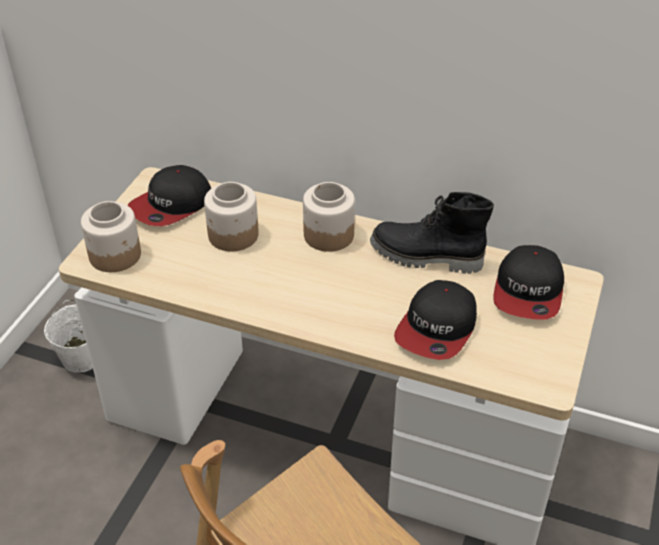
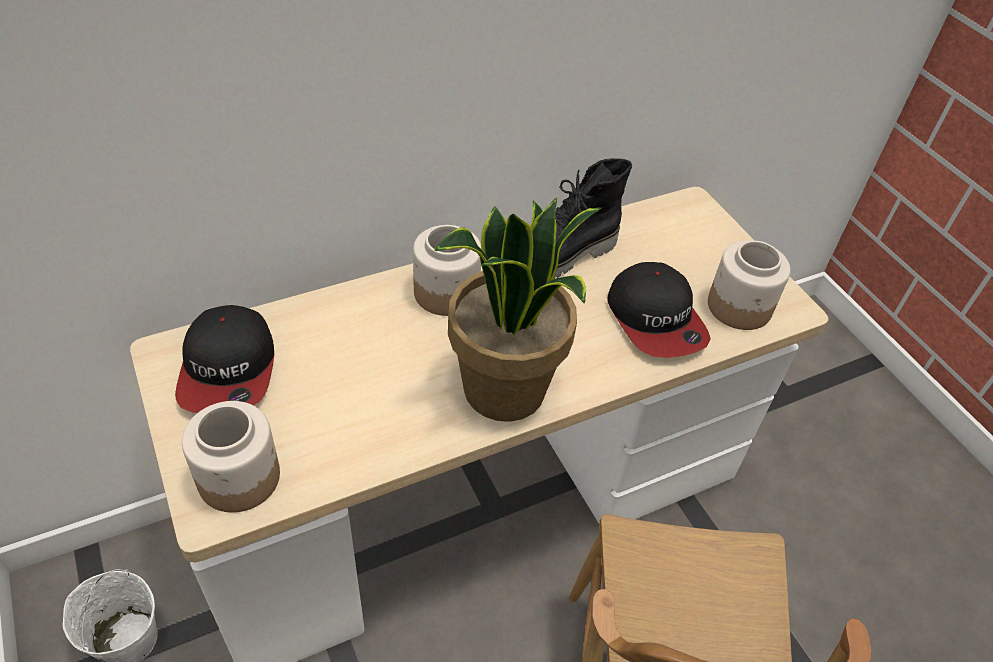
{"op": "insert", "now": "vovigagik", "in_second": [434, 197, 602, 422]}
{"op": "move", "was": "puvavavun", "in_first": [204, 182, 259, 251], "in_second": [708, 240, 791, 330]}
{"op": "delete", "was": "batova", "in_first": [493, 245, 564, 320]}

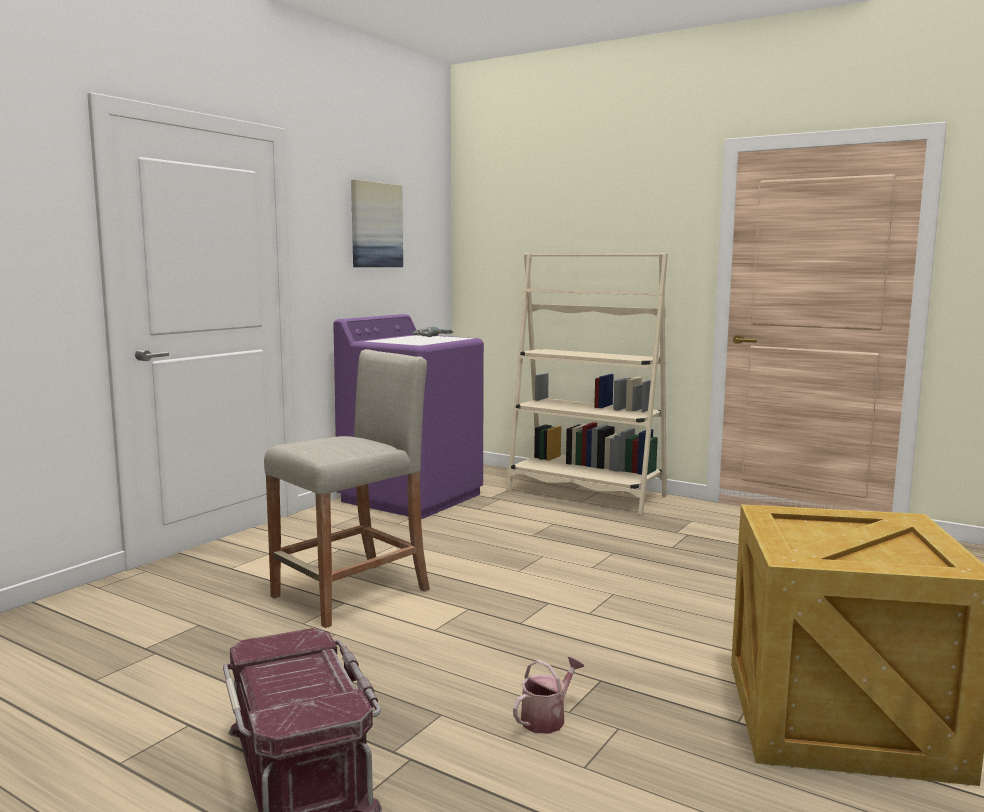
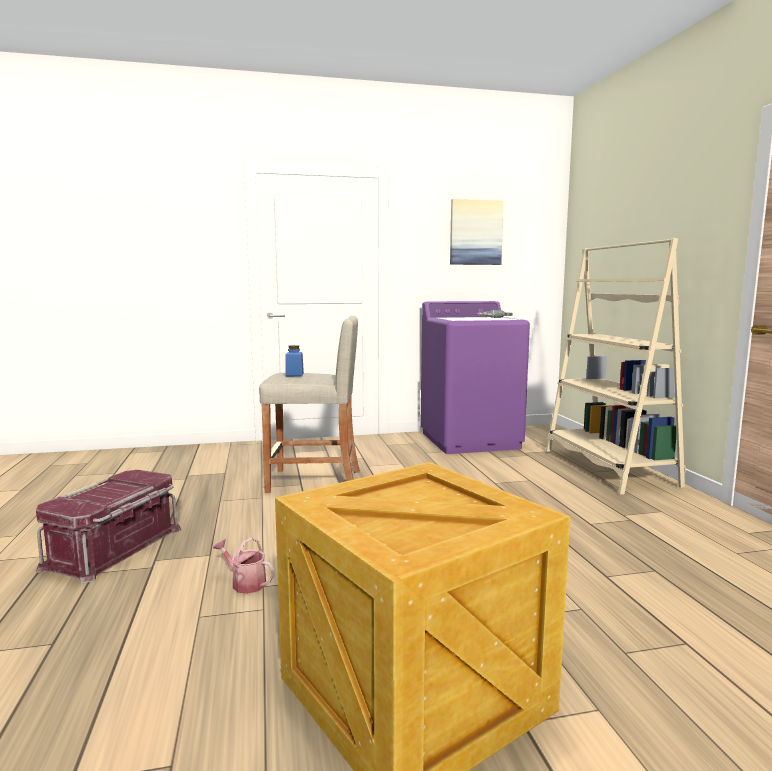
{"op": "rotate", "was": "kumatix", "in_first": [513, 656, 584, 734], "in_second": [213, 537, 274, 594], "clockwise": -150}
{"op": "insert", "now": "blue_puvavavun", "in_second": [285, 345, 304, 376]}

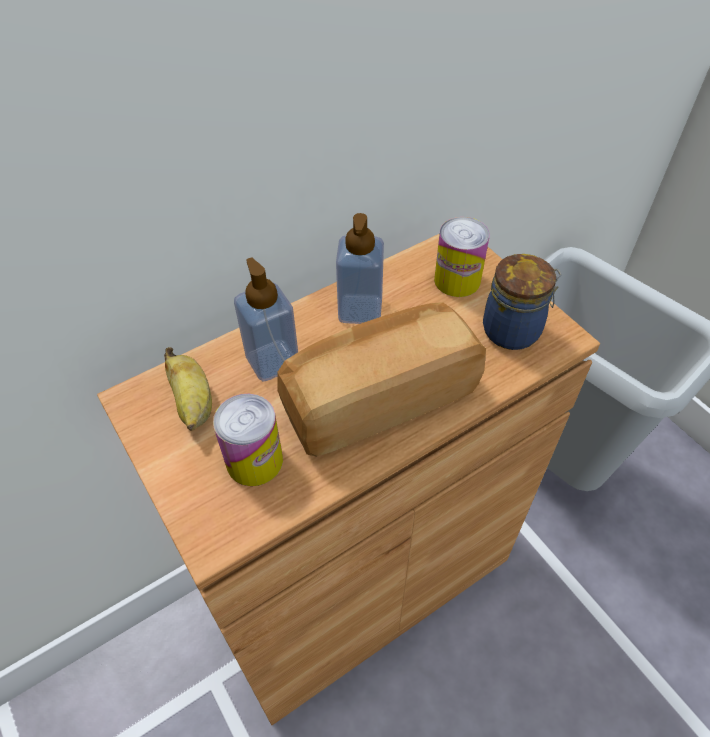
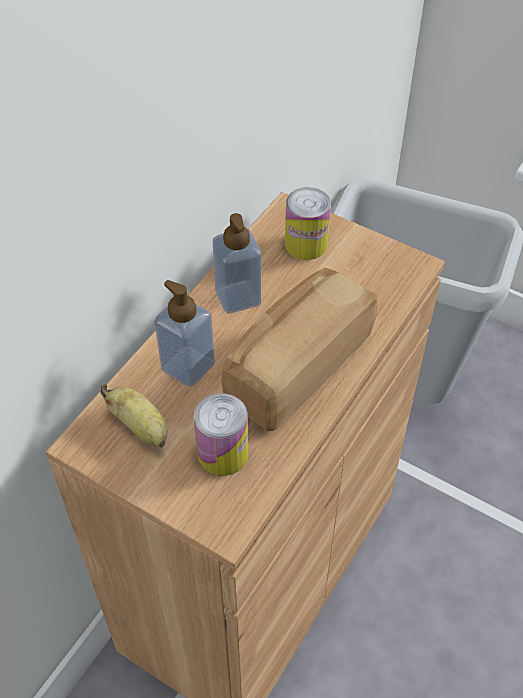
{"op": "delete", "was": "puvavavun", "in_first": [483, 254, 562, 350]}

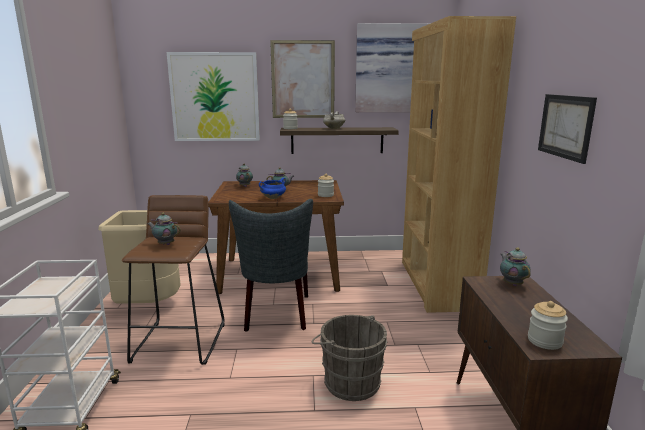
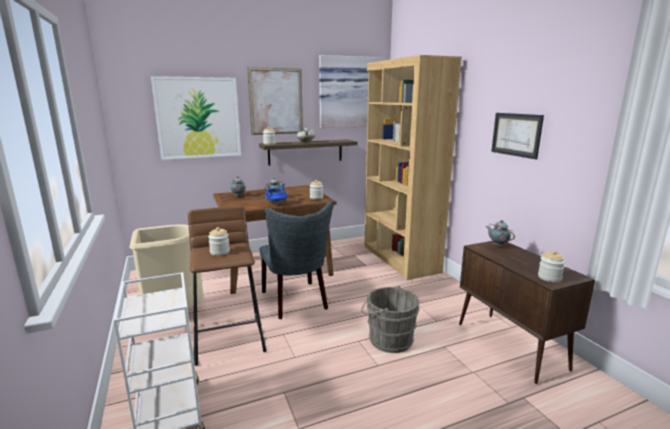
{"op": "replace", "was": "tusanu", "now": "puvavavun", "in_first": [147, 213, 181, 245], "in_second": [208, 227, 230, 256]}

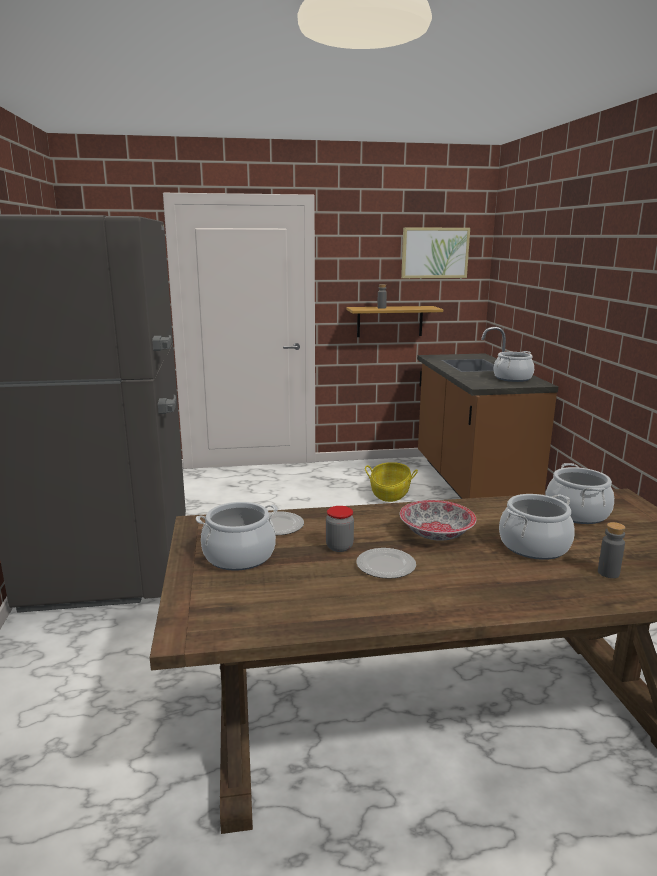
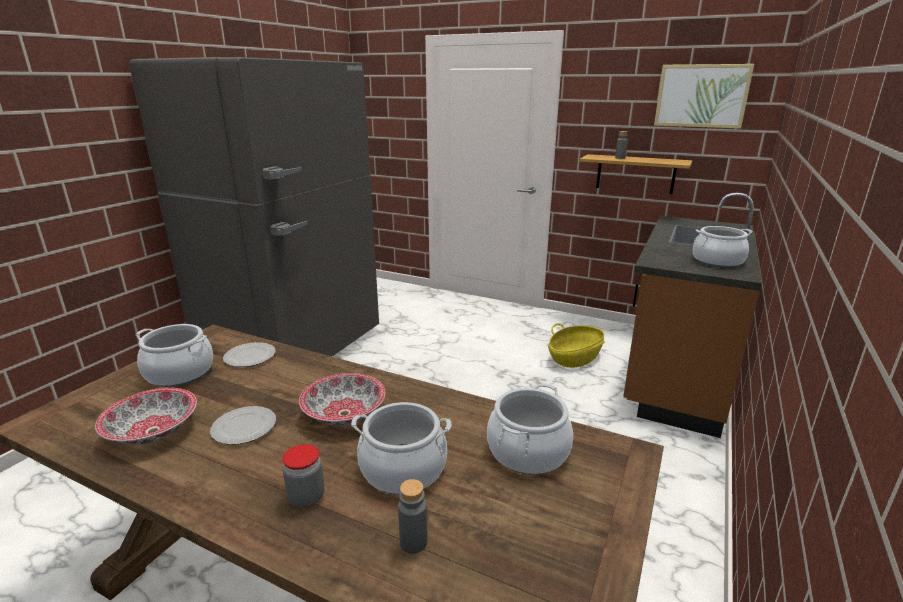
{"op": "insert", "now": "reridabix", "in_second": [95, 388, 197, 445]}
{"op": "move", "was": "puvavavun", "in_first": [326, 506, 354, 552], "in_second": [282, 444, 324, 507]}

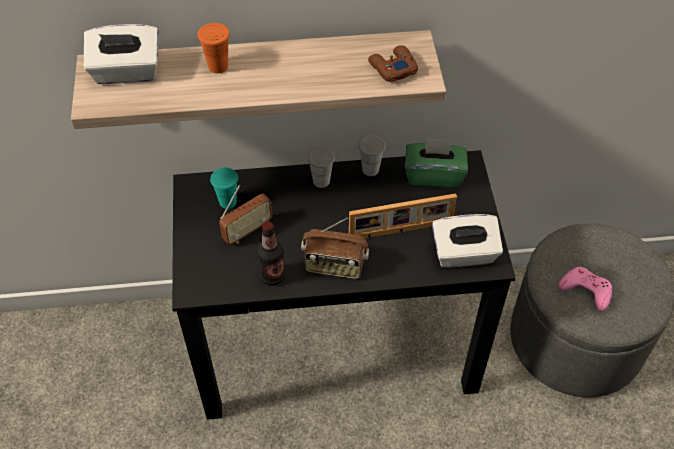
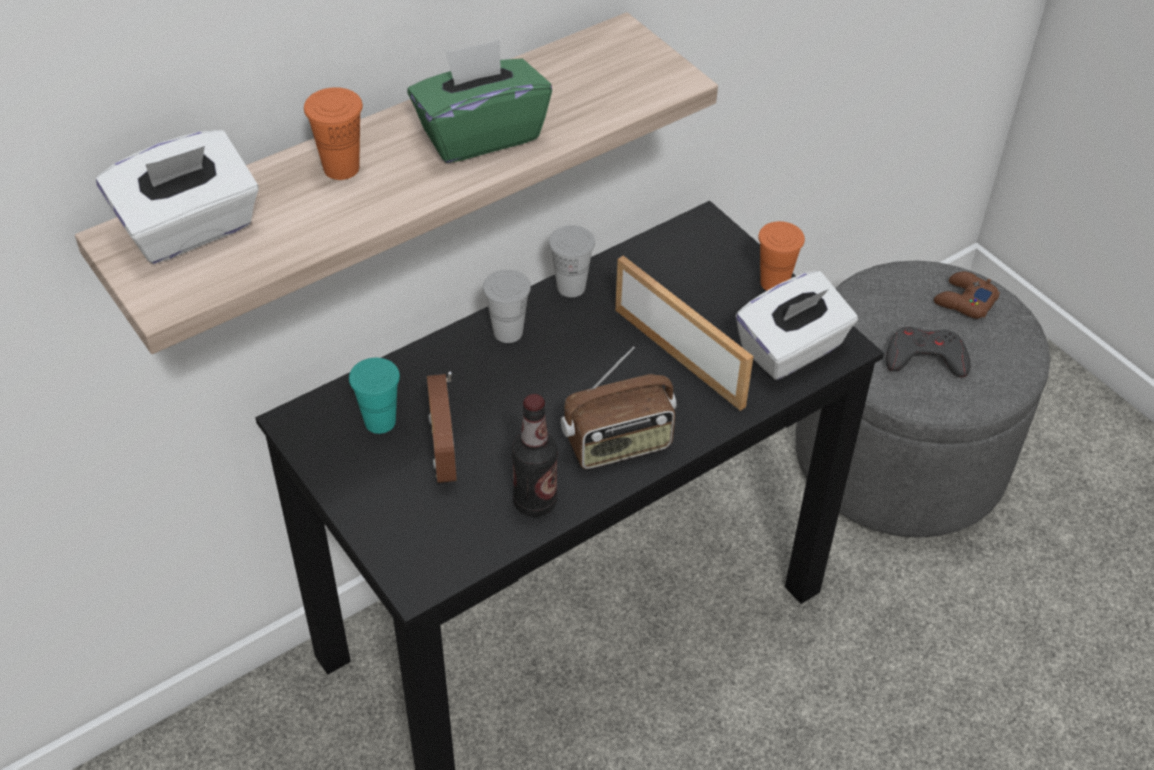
{"op": "move", "was": "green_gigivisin", "in_first": [405, 137, 468, 188], "in_second": [407, 40, 552, 163]}
{"op": "rotate", "was": "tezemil", "in_first": [219, 185, 272, 245], "in_second": [427, 371, 457, 483], "clockwise": 150}
{"op": "rotate", "was": "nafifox", "in_first": [349, 193, 457, 239], "in_second": [615, 256, 753, 411], "clockwise": -90}
{"op": "insert", "now": "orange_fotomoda", "in_second": [758, 221, 805, 291]}
{"op": "recolor", "was": "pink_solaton", "now": "grey_solaton", "in_first": [558, 267, 612, 311], "in_second": [886, 327, 970, 377]}
{"op": "move", "was": "brown_solaton", "in_first": [368, 45, 418, 82], "in_second": [934, 271, 1000, 319]}

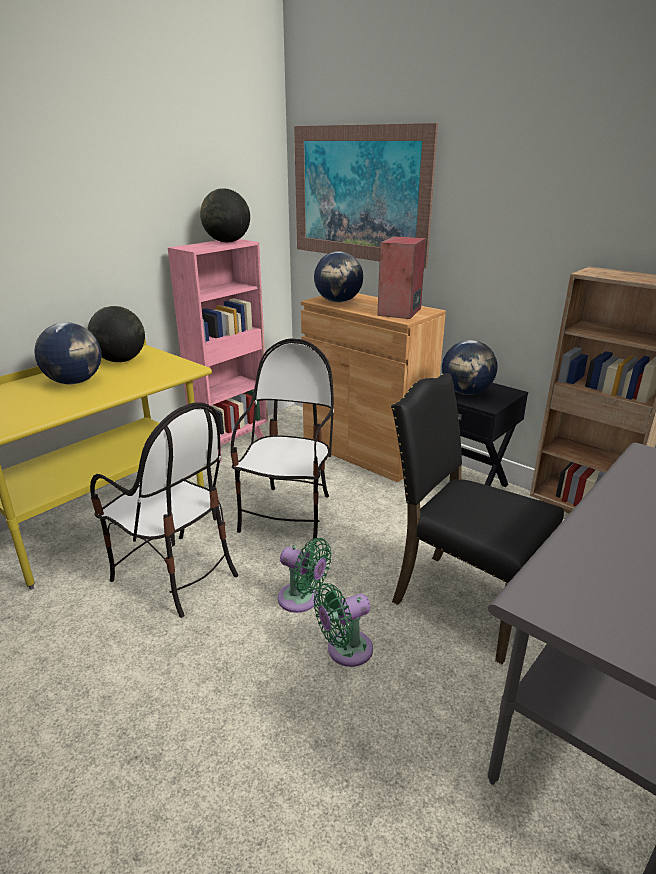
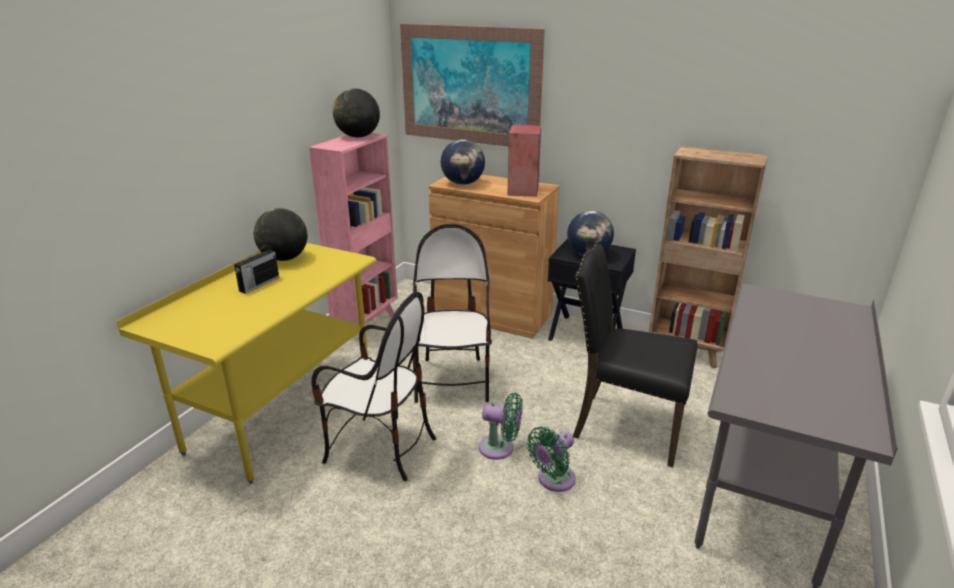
{"op": "replace", "was": "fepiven", "now": "tezemil", "in_first": [34, 322, 102, 385], "in_second": [234, 245, 279, 294]}

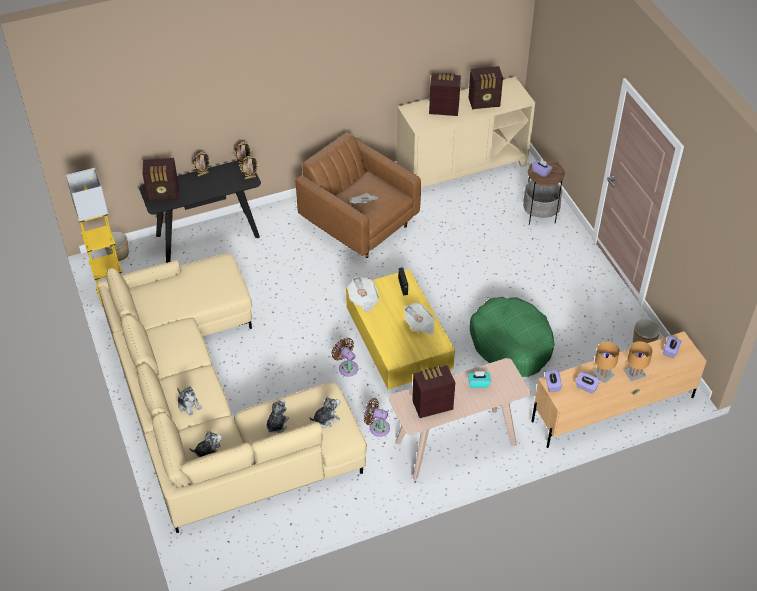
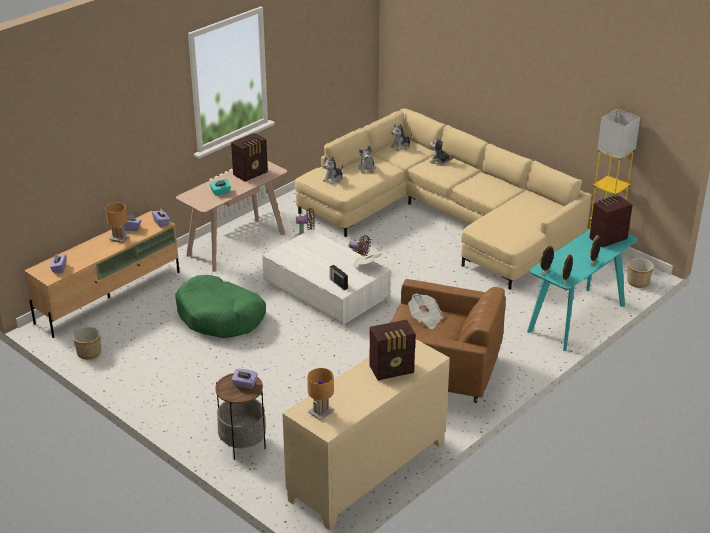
{"op": "recolor", "was": "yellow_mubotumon", "now": "white_mubotumon", "in_first": [346, 269, 455, 389], "in_second": [262, 229, 391, 325]}
{"op": "move", "was": "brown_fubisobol", "in_first": [624, 341, 653, 381], "in_second": [307, 368, 335, 420]}
{"op": "recolor", "was": "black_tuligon", "now": "turquoise_tuligon", "in_first": [139, 161, 261, 263], "in_second": [527, 229, 638, 351]}
{"op": "delete", "was": "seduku", "in_first": [404, 303, 435, 335]}
{"op": "delete", "was": "tezemil", "in_first": [469, 66, 503, 109]}

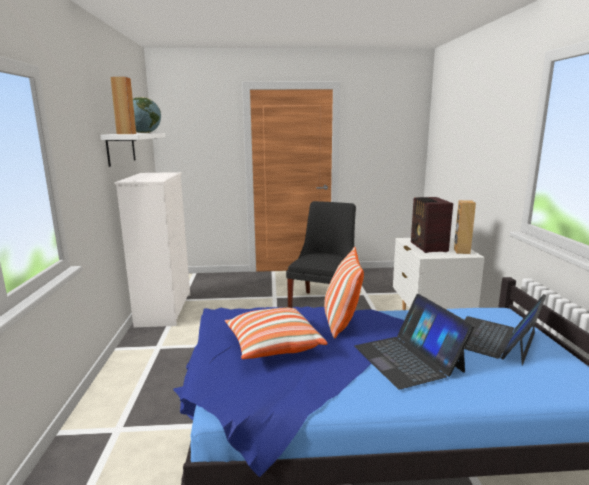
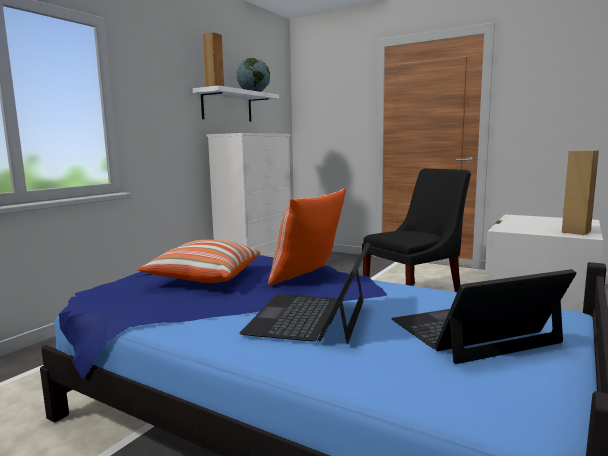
{"op": "delete", "was": "tezemil", "in_first": [411, 197, 453, 253]}

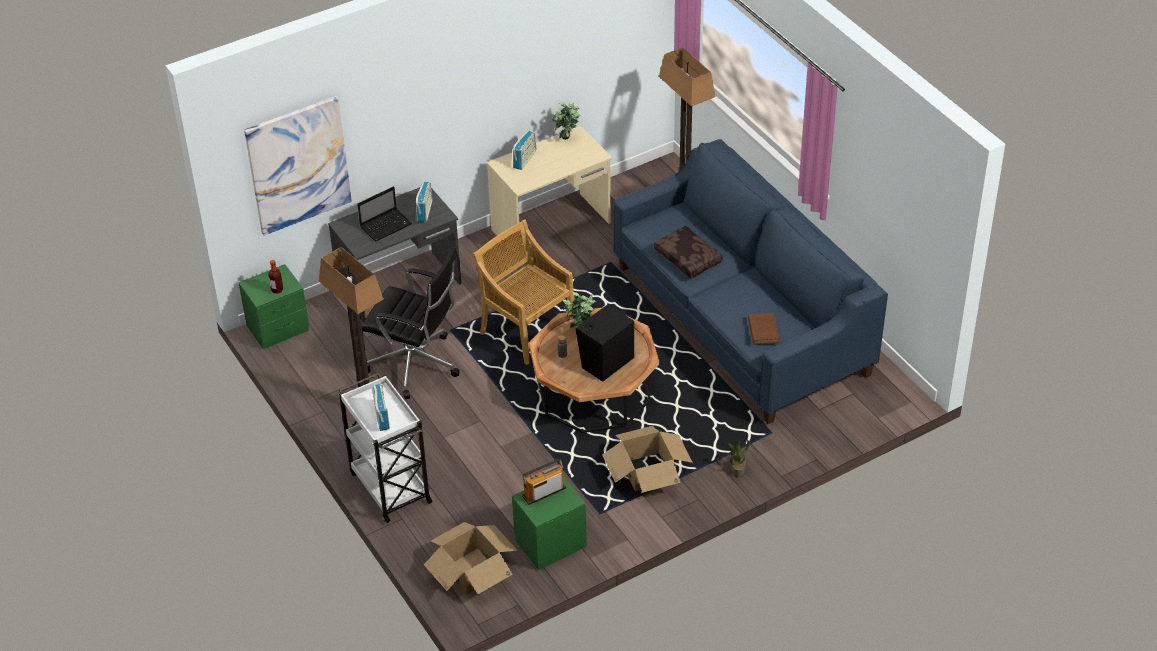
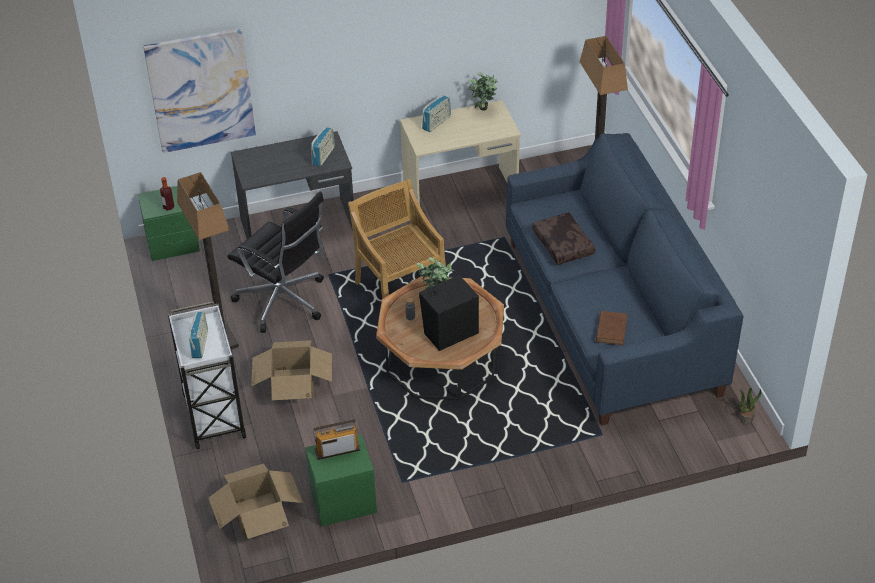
{"op": "move", "was": "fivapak", "in_first": [602, 426, 693, 493], "in_second": [252, 340, 332, 400]}
{"op": "move", "was": "vovigagik", "in_first": [729, 439, 749, 478], "in_second": [738, 388, 761, 425]}
{"op": "delete", "was": "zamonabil", "in_first": [357, 186, 412, 242]}

